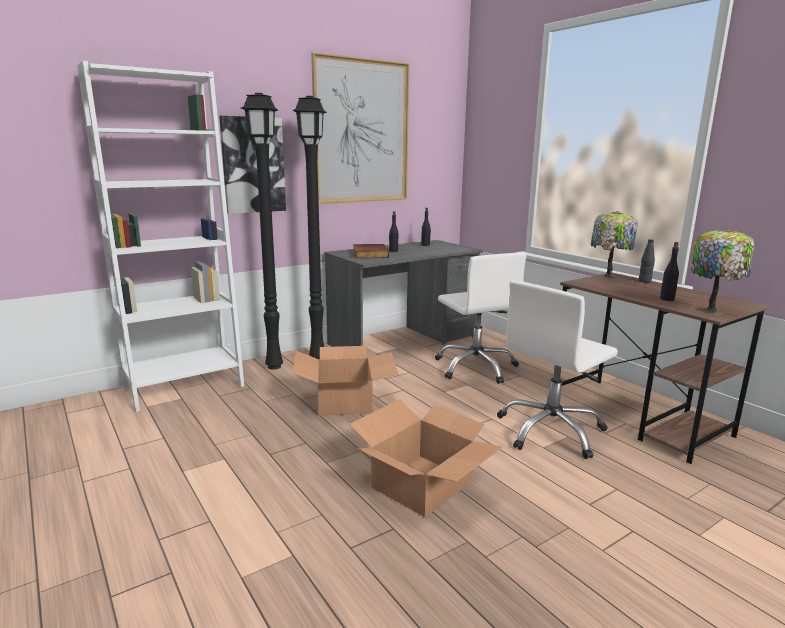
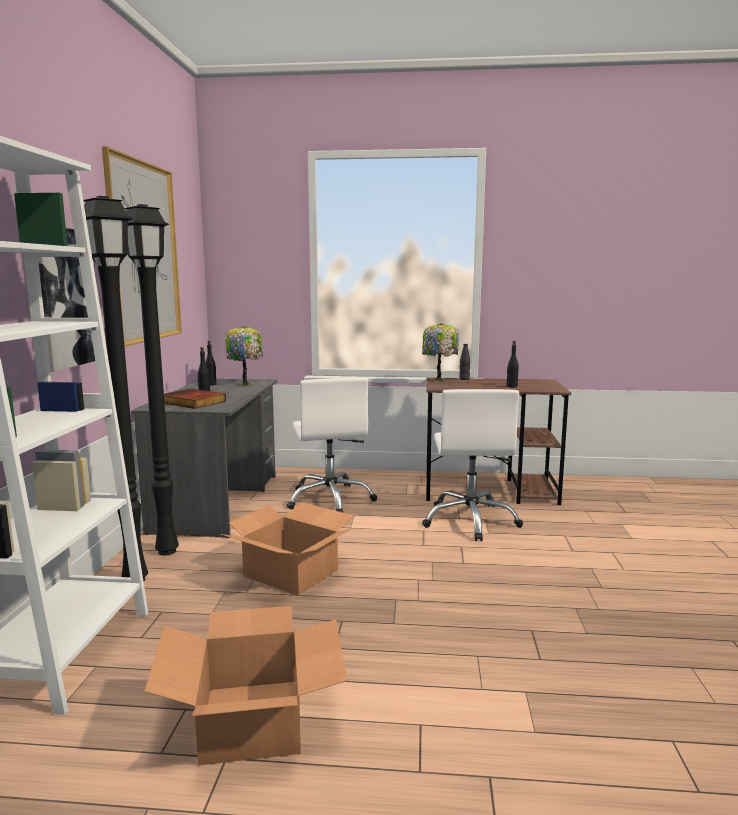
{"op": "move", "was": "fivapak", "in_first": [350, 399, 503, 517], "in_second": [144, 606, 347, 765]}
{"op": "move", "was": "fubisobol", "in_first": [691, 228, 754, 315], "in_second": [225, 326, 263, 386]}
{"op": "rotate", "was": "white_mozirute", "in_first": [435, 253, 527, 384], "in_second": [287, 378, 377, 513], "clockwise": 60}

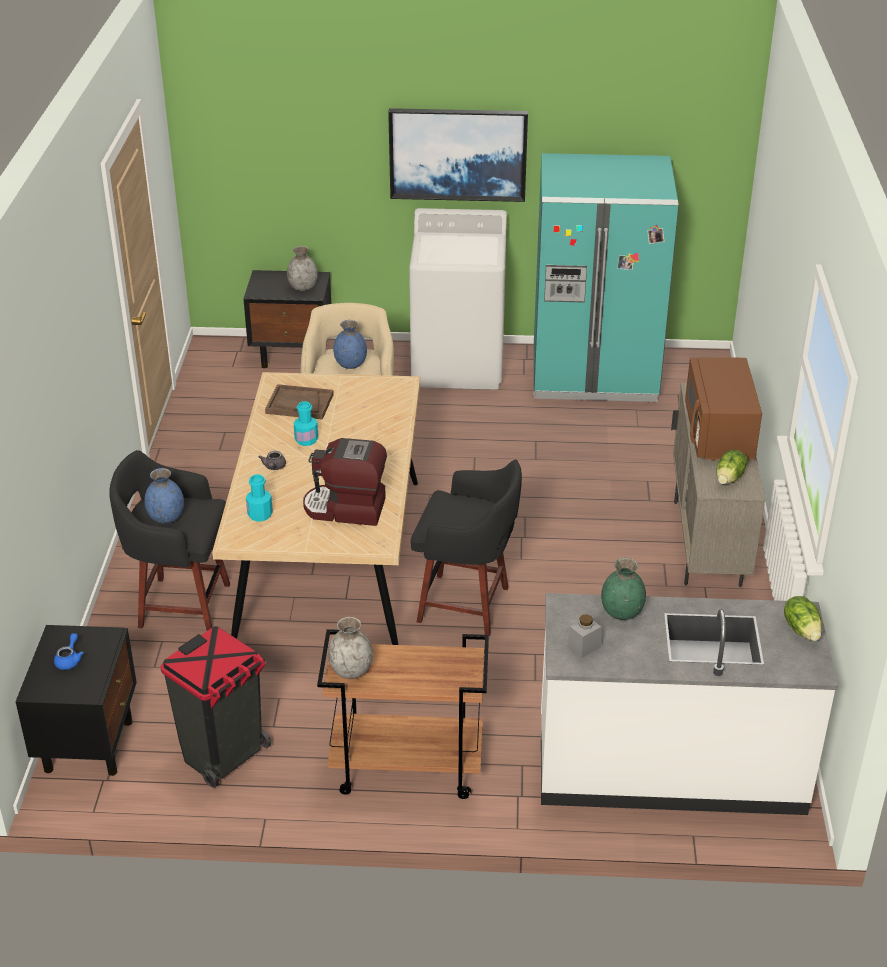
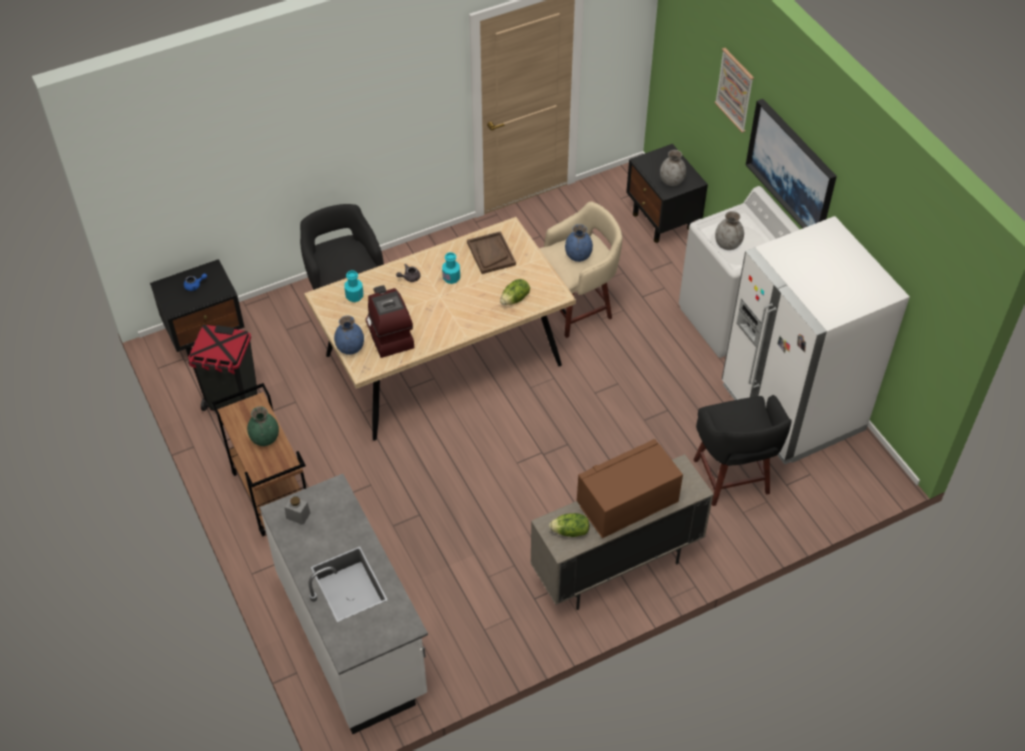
{"op": "move", "was": "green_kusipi", "in_first": [601, 558, 646, 620], "in_second": [247, 407, 279, 446]}
{"op": "move", "was": "blue_kusipi", "in_first": [144, 468, 184, 524], "in_second": [334, 316, 364, 355]}
{"op": "move", "was": "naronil", "in_first": [784, 596, 822, 641], "in_second": [500, 279, 530, 305]}
{"op": "move", "was": "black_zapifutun", "in_first": [411, 460, 522, 636], "in_second": [693, 395, 791, 506]}
{"op": "insert", "now": "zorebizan", "in_second": [714, 48, 754, 133]}
{"op": "move", "was": "grey_kusipi", "in_first": [328, 617, 373, 679], "in_second": [715, 211, 744, 250]}
{"op": "recolor", "was": "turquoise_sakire", "now": "white_sakire", "in_first": [533, 153, 679, 402], "in_second": [722, 216, 910, 465]}

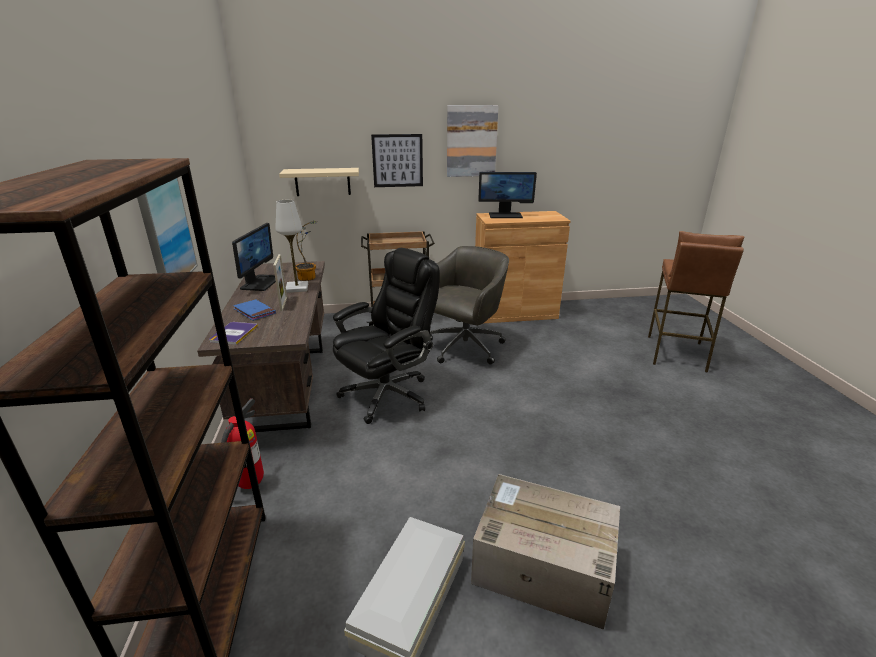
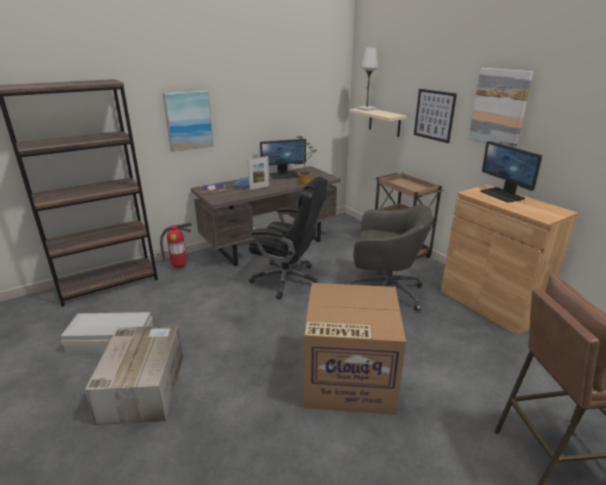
{"op": "insert", "now": "fivapak", "in_second": [304, 283, 406, 415]}
{"op": "move", "was": "white_fubisobol", "in_first": [276, 200, 308, 293], "in_second": [357, 48, 378, 111]}

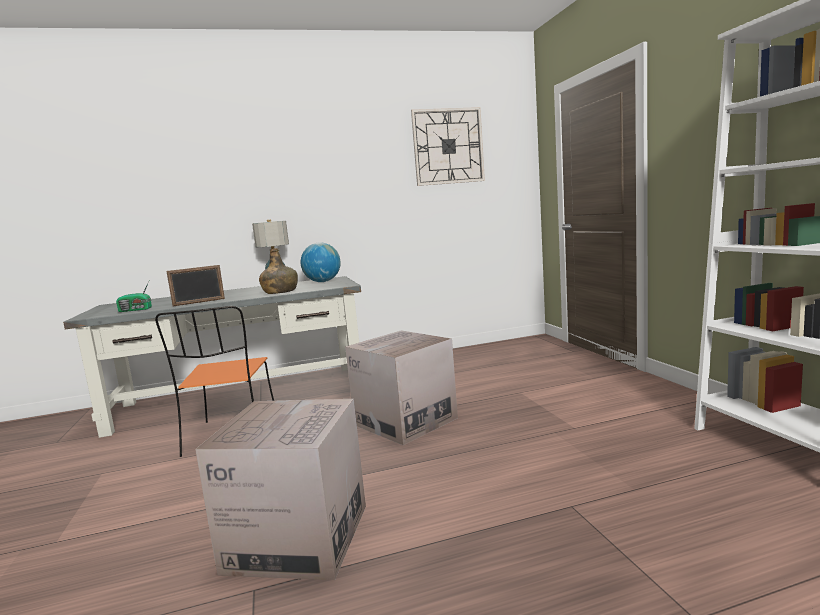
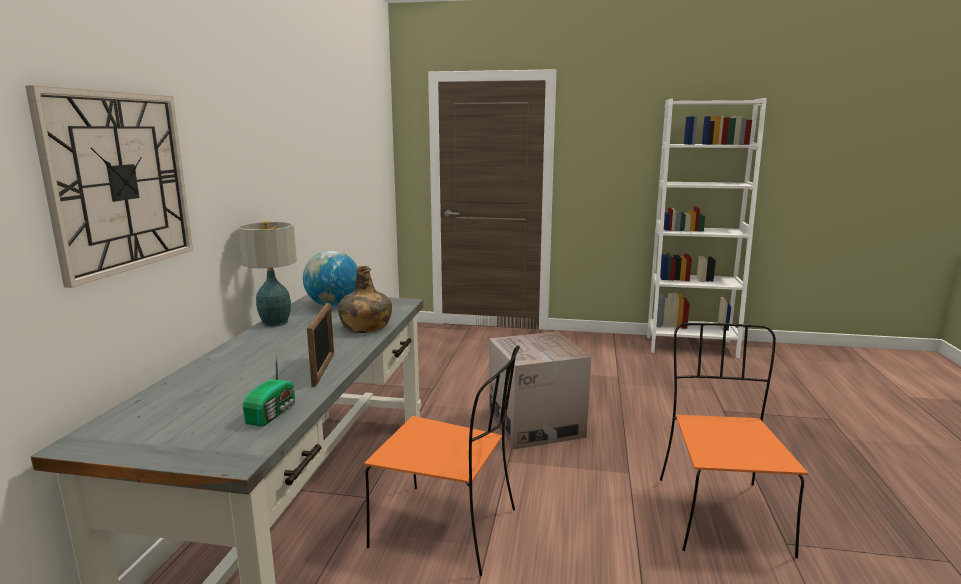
{"op": "move", "was": "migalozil", "in_first": [411, 107, 485, 186], "in_second": [25, 85, 193, 288]}
{"op": "replace", "was": "fivapak", "now": "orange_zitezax", "in_first": [195, 399, 366, 580], "in_second": [660, 323, 808, 558]}

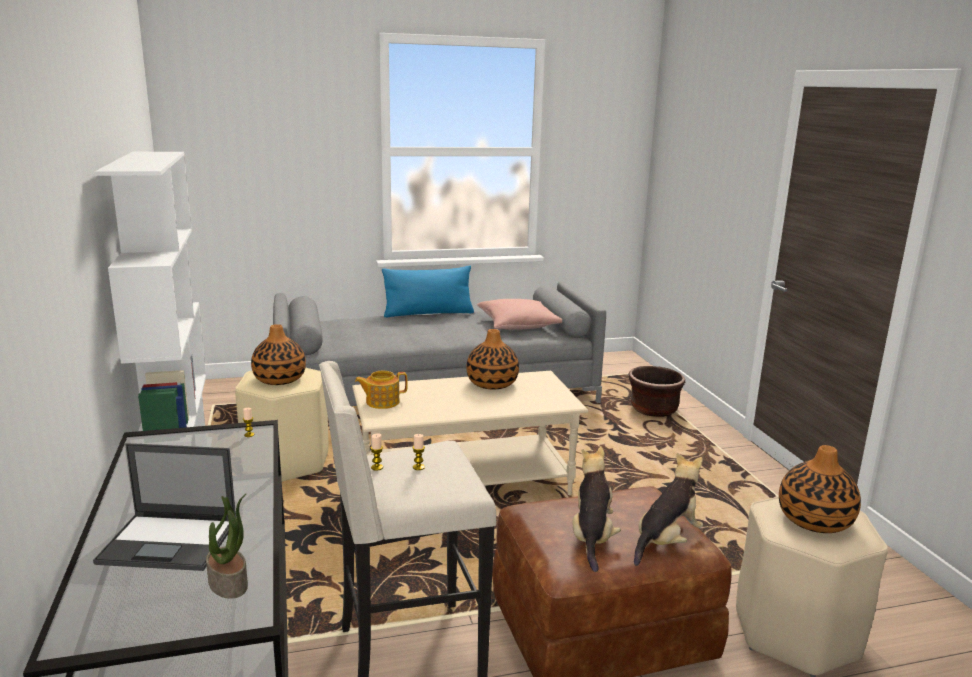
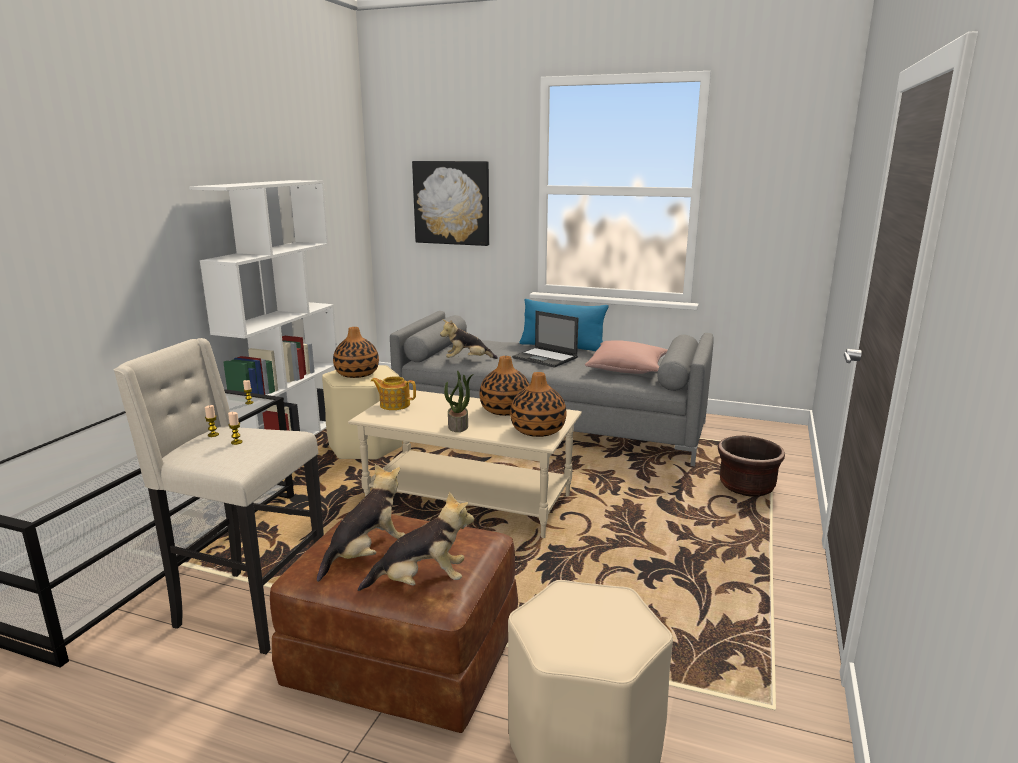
{"op": "insert", "now": "zorebizan", "in_second": [412, 161, 489, 246]}
{"op": "insert", "now": "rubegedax", "in_second": [440, 320, 498, 359]}
{"op": "move", "was": "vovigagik", "in_first": [206, 493, 248, 599], "in_second": [444, 371, 474, 432]}
{"op": "move", "was": "kusipi", "in_first": [779, 445, 861, 533], "in_second": [510, 372, 566, 437]}
{"op": "move", "was": "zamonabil", "in_first": [93, 443, 236, 571], "in_second": [512, 311, 578, 368]}

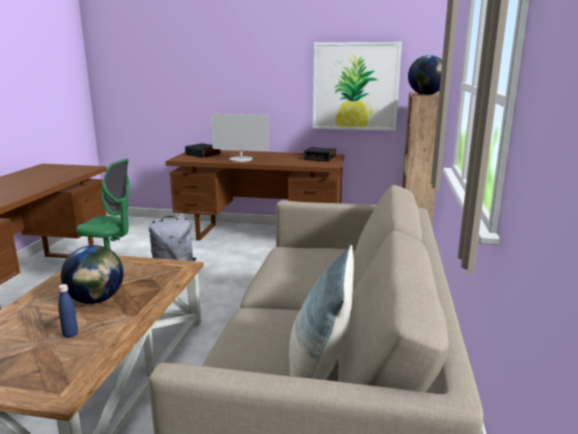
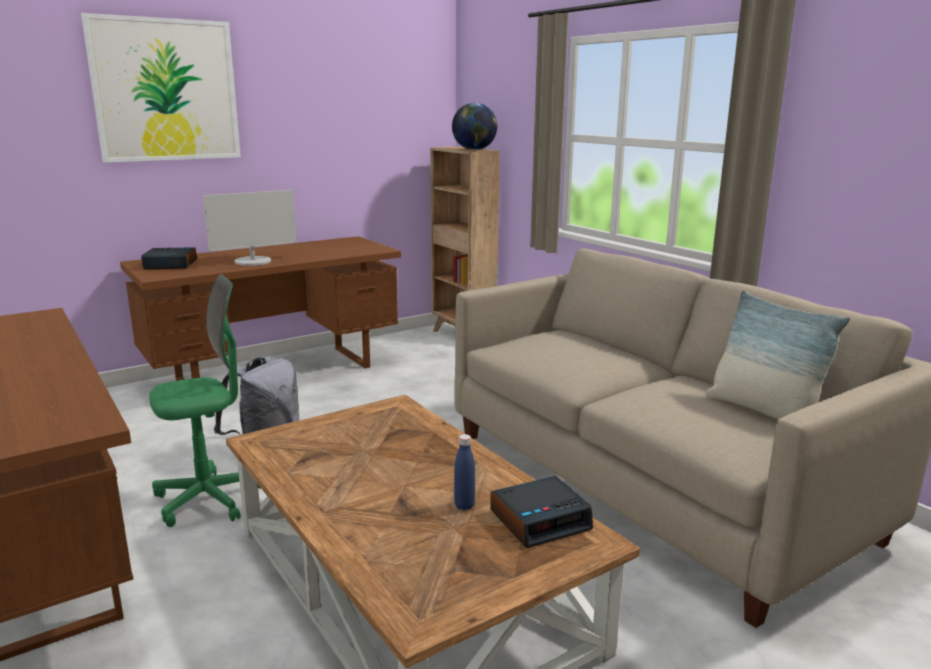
{"op": "move", "was": "zorebizan", "in_first": [313, 42, 402, 131], "in_second": [81, 13, 241, 163]}
{"op": "move", "was": "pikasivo", "in_first": [303, 147, 336, 162], "in_second": [490, 476, 593, 548]}
{"op": "delete", "was": "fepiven", "in_first": [61, 245, 124, 304]}

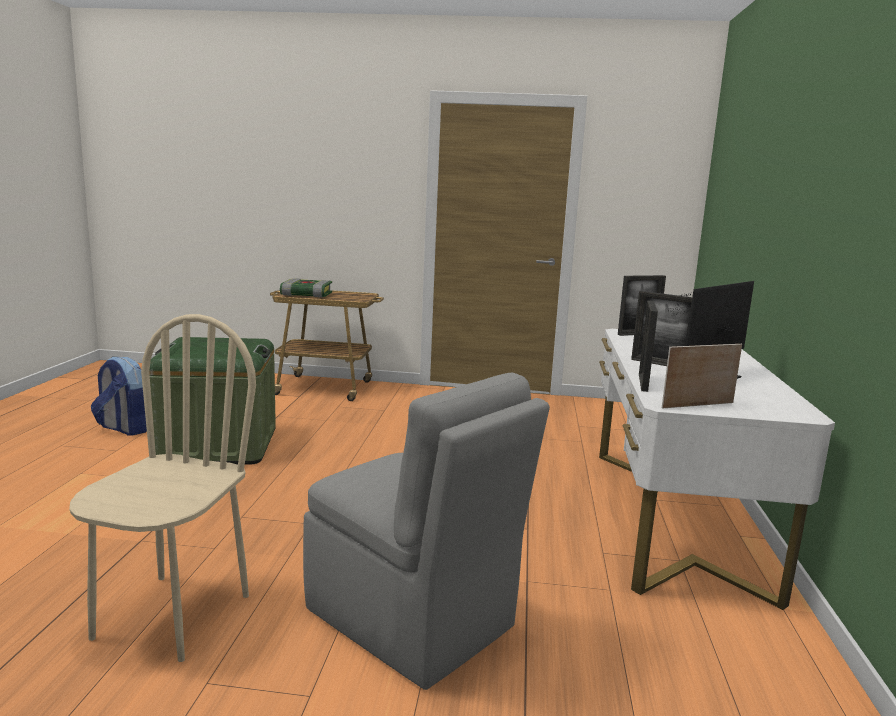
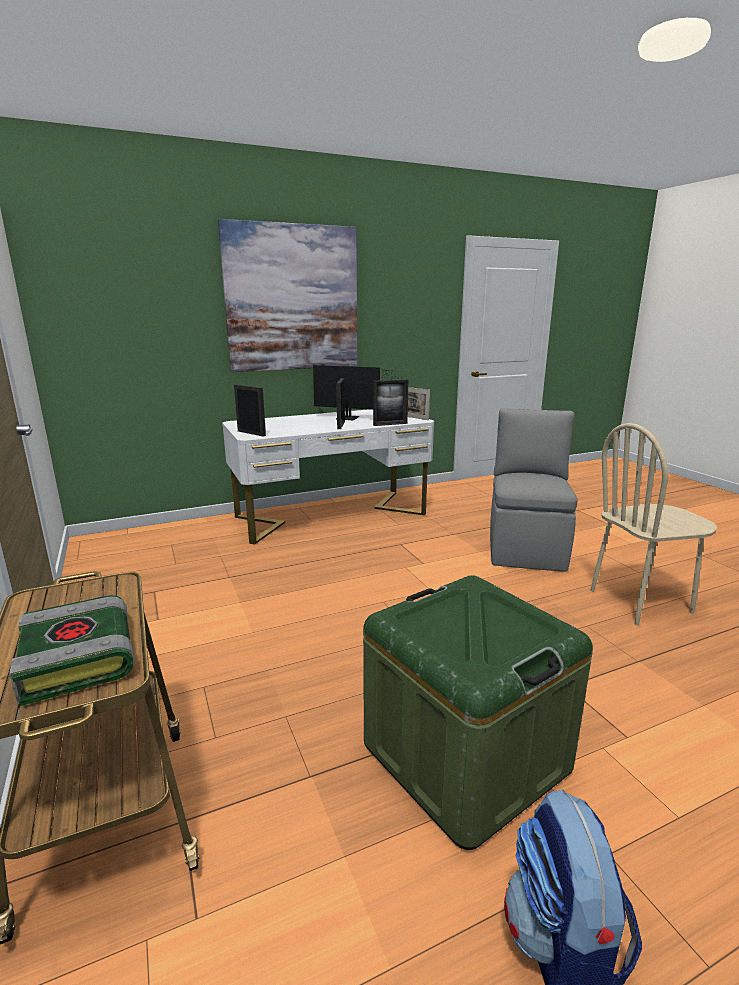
{"op": "insert", "now": "zorebizan", "in_second": [218, 219, 357, 372]}

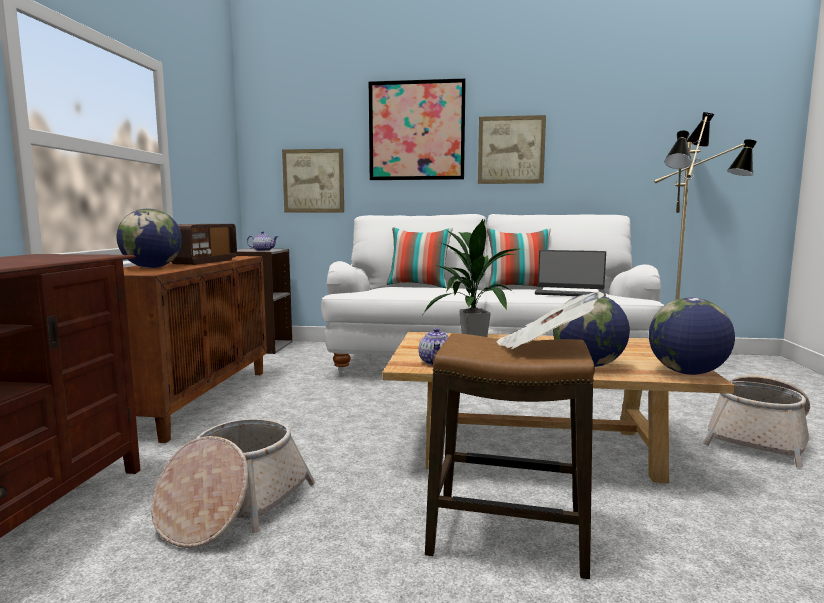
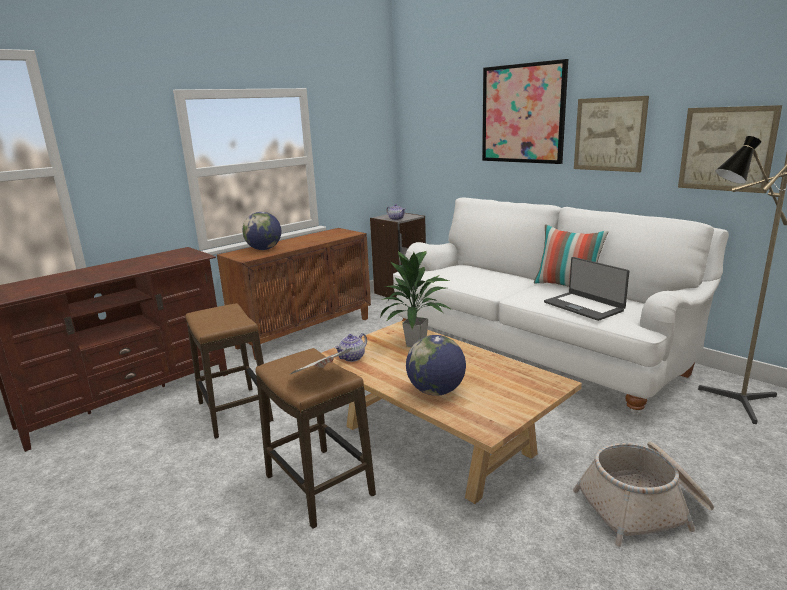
{"op": "replace", "was": "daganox", "now": "zapifutun", "in_first": [151, 419, 315, 548], "in_second": [185, 303, 273, 439]}
{"op": "move", "was": "zorebizan", "in_first": [282, 149, 344, 212], "in_second": [678, 105, 782, 193]}
{"op": "delete", "was": "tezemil", "in_first": [171, 224, 237, 265]}
{"op": "delete", "was": "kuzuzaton", "in_first": [387, 227, 453, 288]}
{"op": "delete", "was": "fepiven", "in_first": [649, 298, 735, 375]}

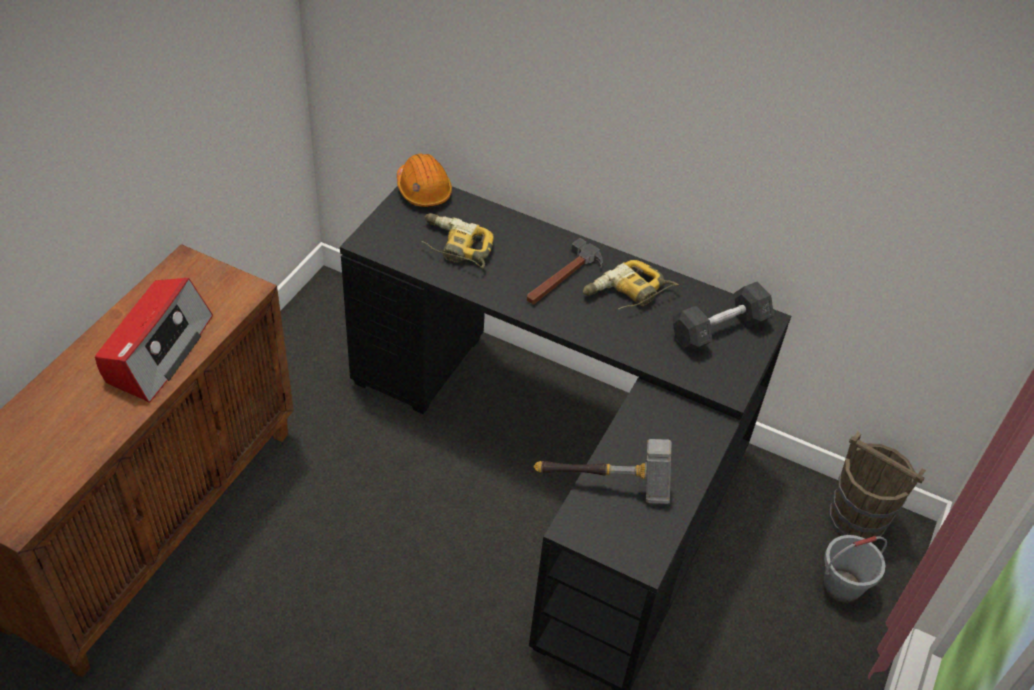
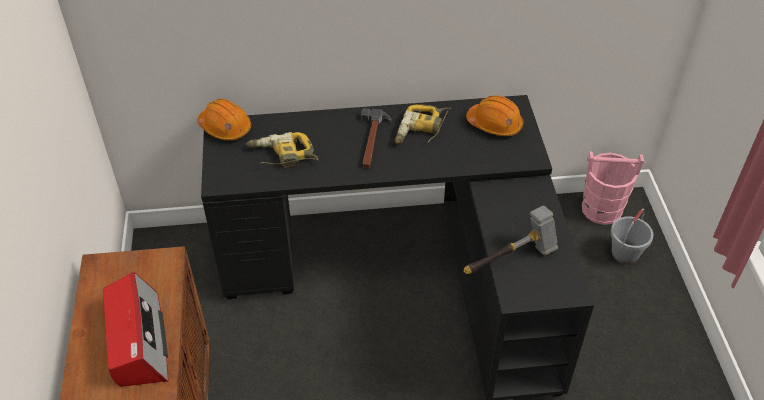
{"op": "replace", "was": "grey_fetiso", "now": "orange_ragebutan", "in_first": [673, 281, 774, 352], "in_second": [466, 95, 524, 136]}
{"op": "recolor", "was": "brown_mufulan", "now": "pink_mufulan", "in_first": [829, 432, 926, 540], "in_second": [582, 151, 644, 225]}

